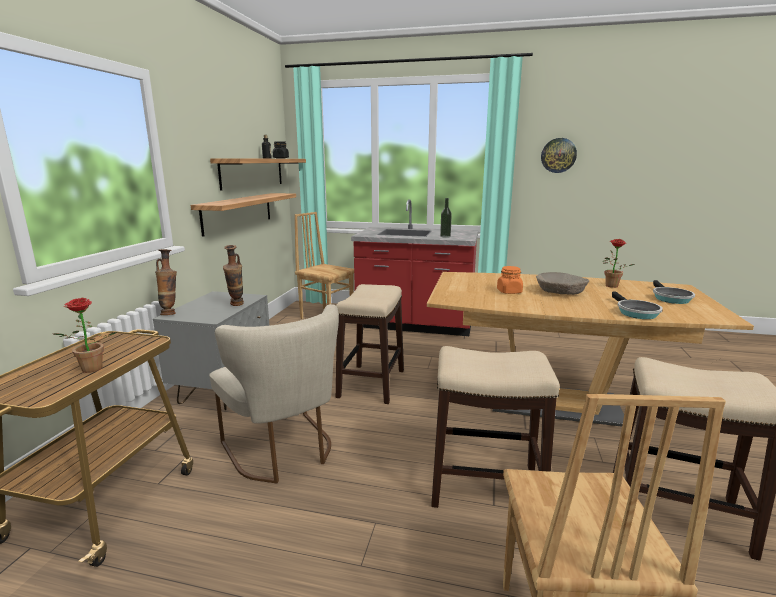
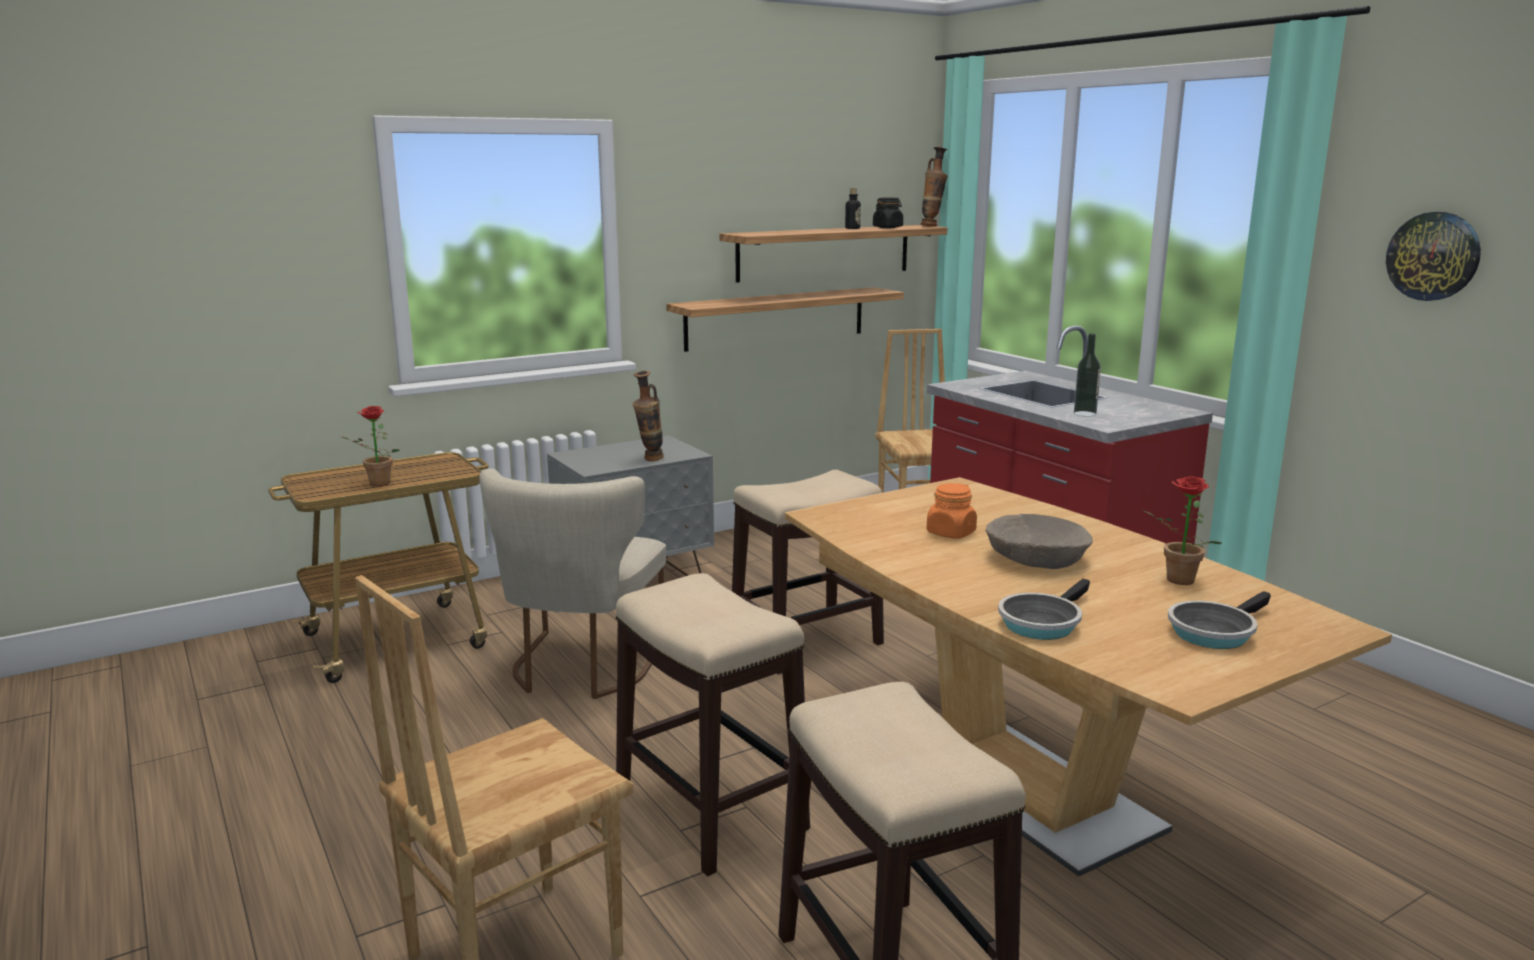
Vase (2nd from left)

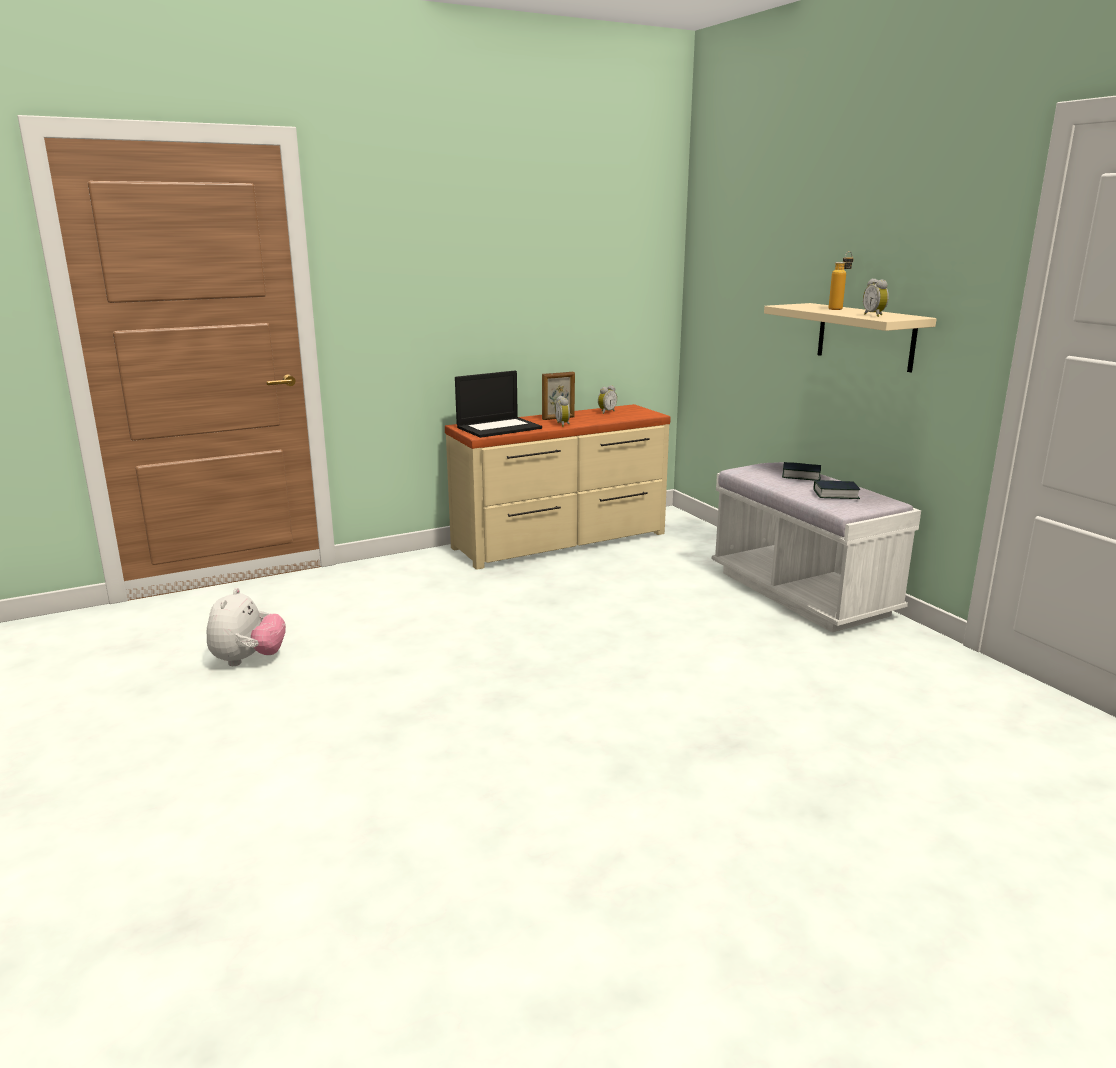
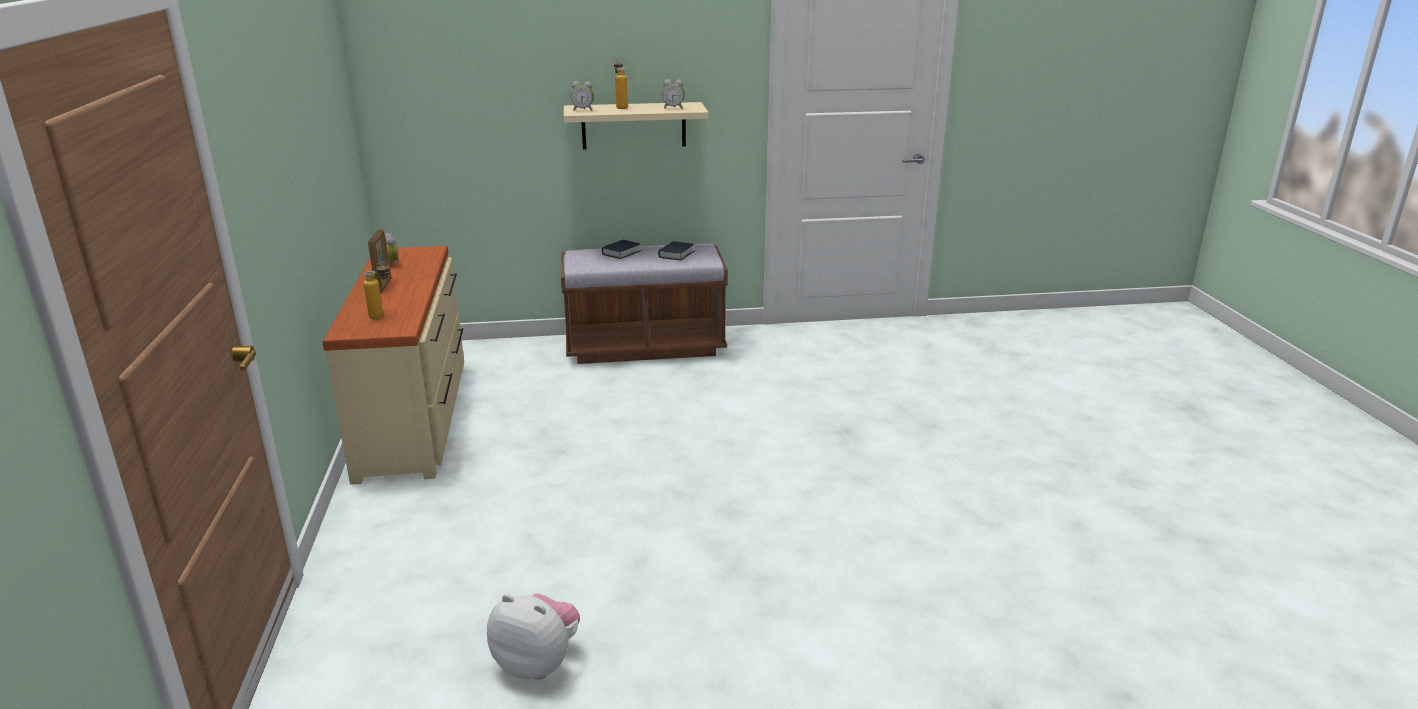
AlarmClock (2nd from left)
Bottle (1st from left)
BrownBench

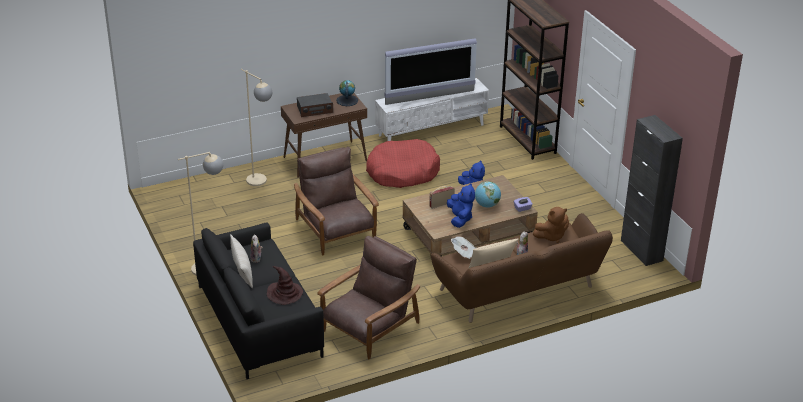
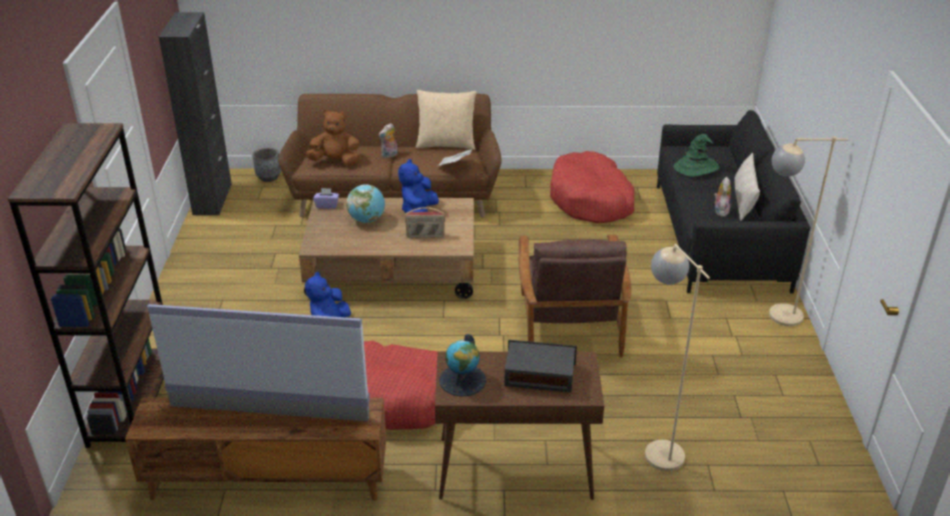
GreyPlanter
RedDogBed (2nd from left)
GreenHat
BrownTvStand

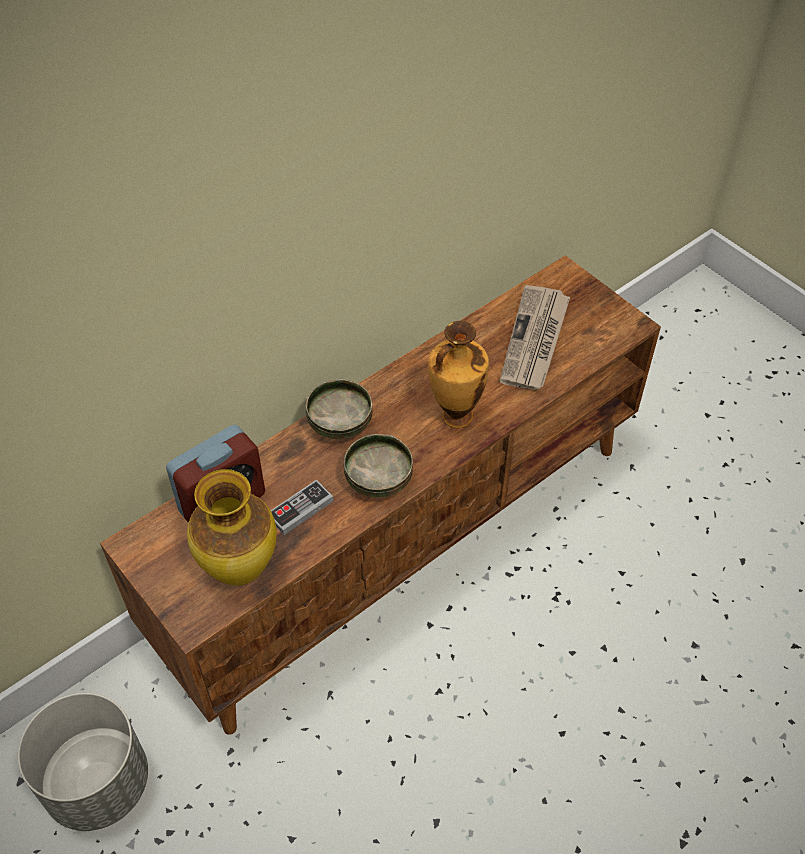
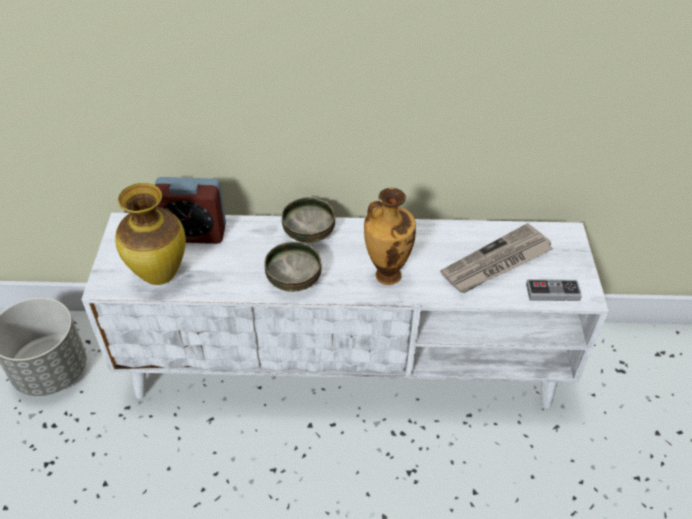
GameController
WhiteTvStand

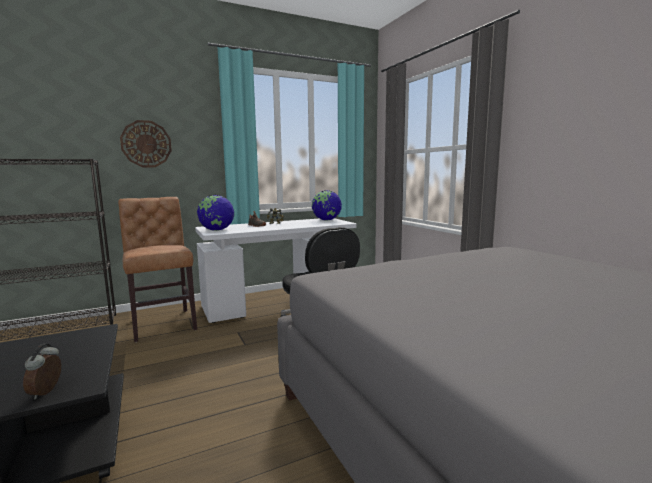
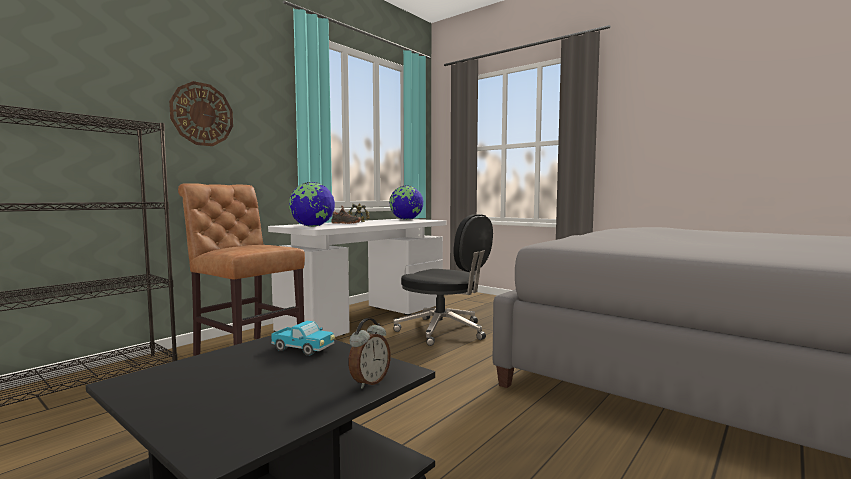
ToyTruck
AlarmClock

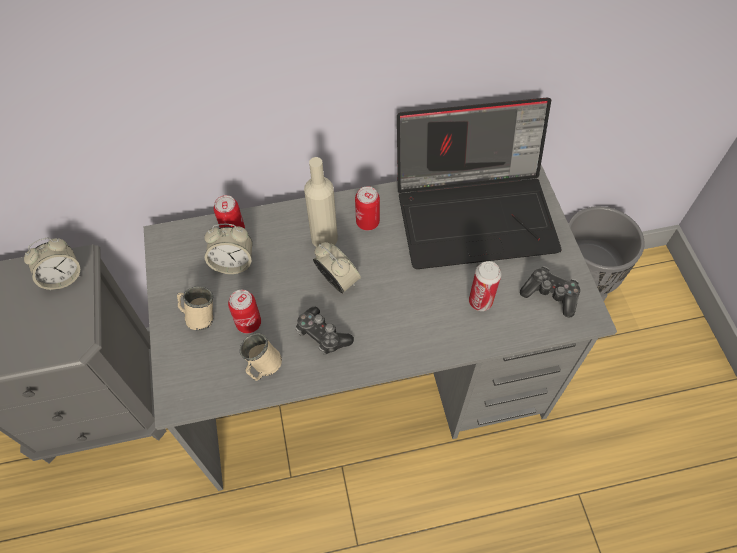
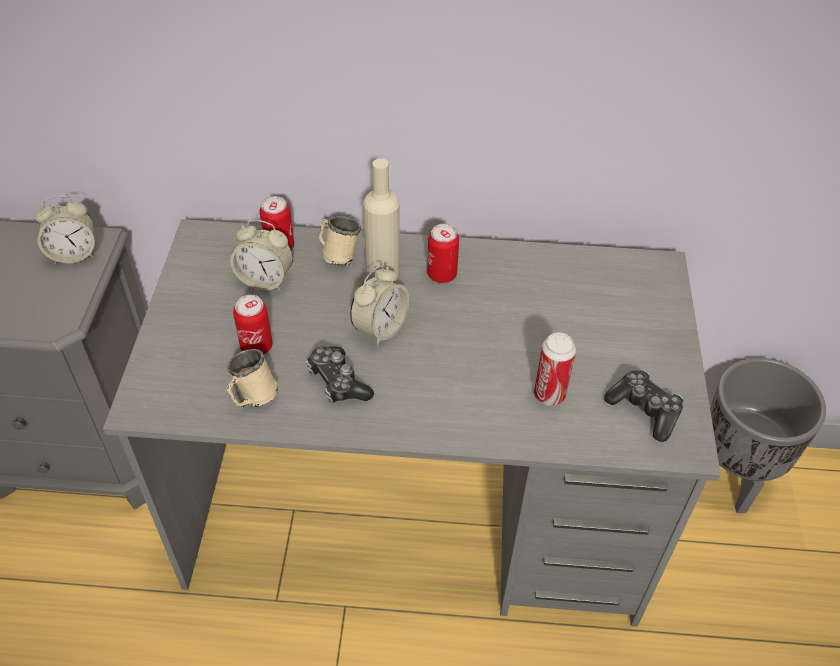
Laptop
BeigeMug (2nd from left)
AlarmClock (3rd from left)

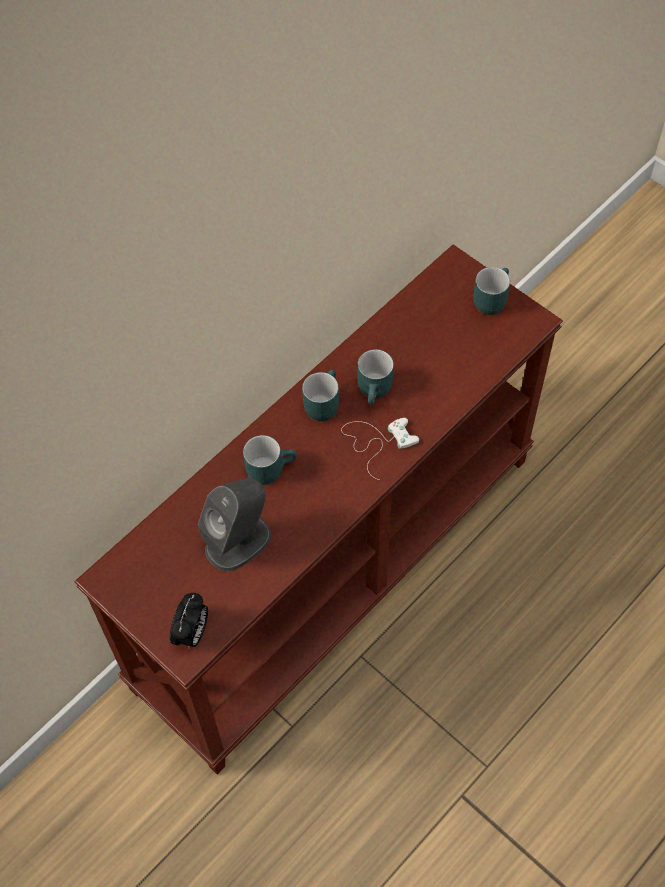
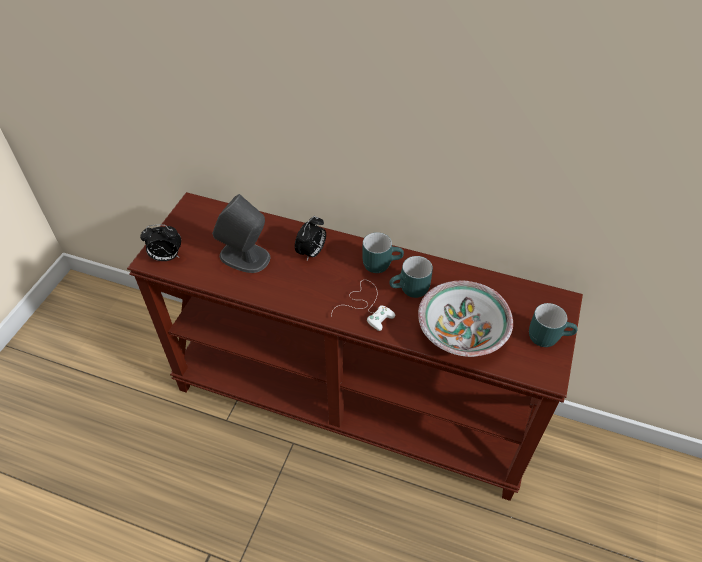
Bowl
AlarmClock (2nd from left)

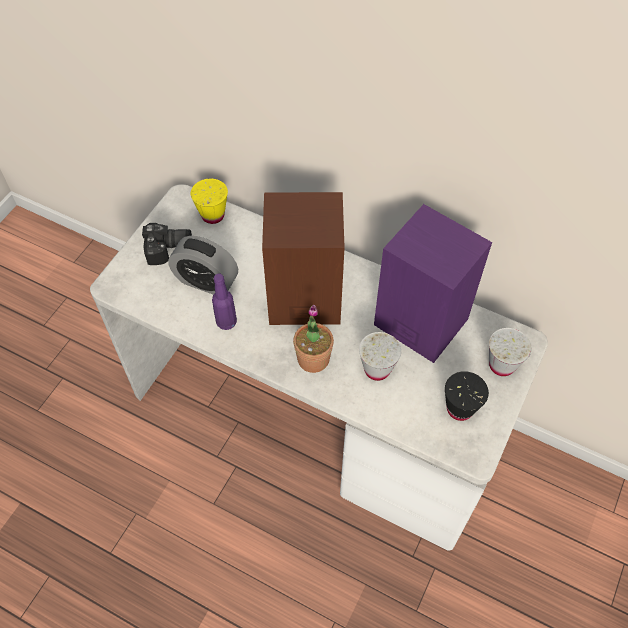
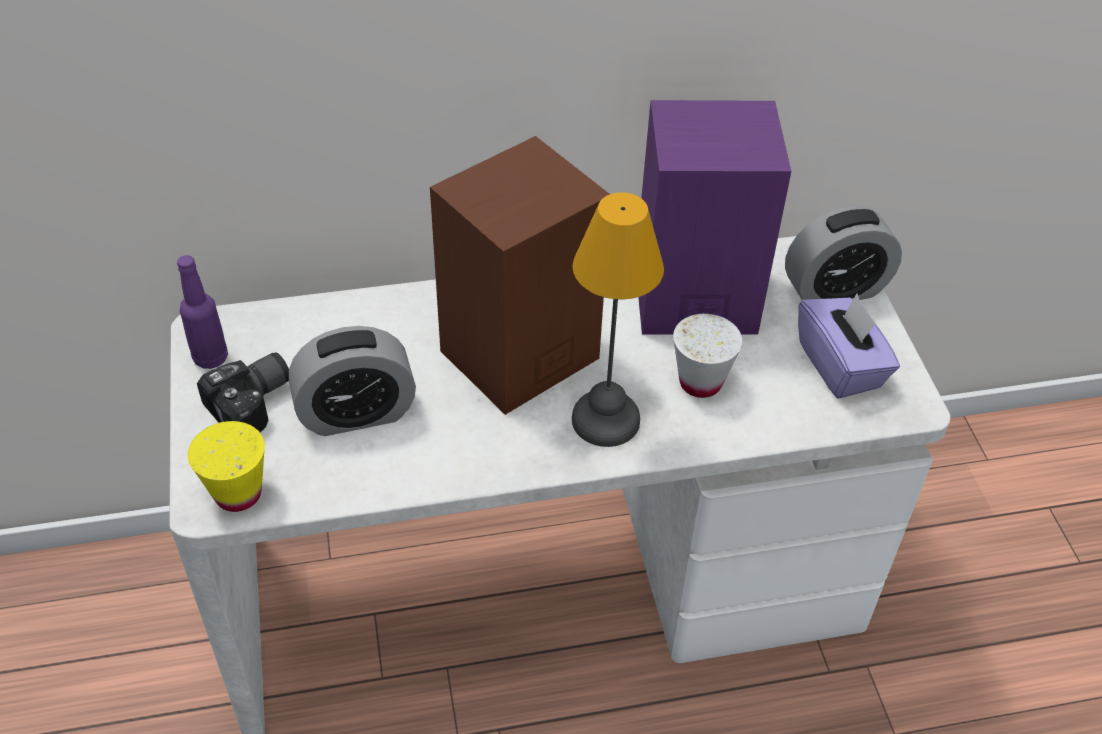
YellowCup
PurpleBottle
TableLamp
PurpleTissueBox
AlarmClock (2nd from left)

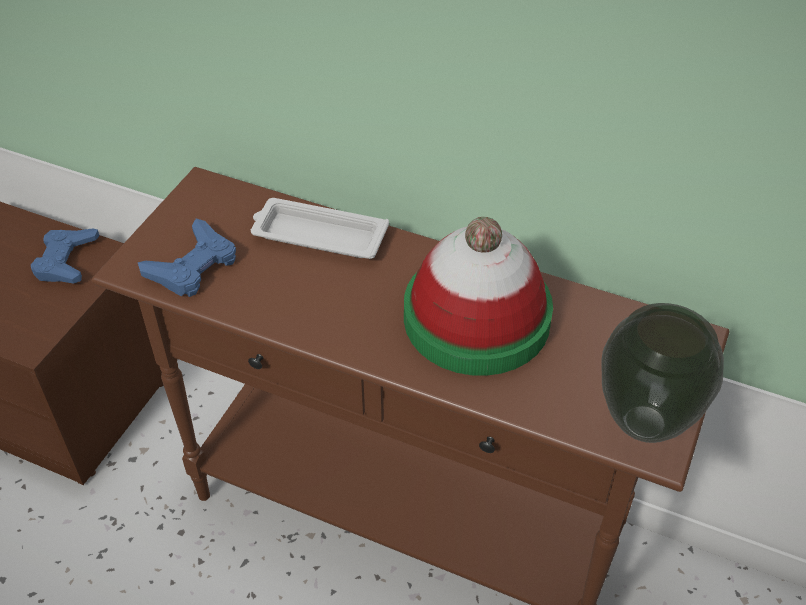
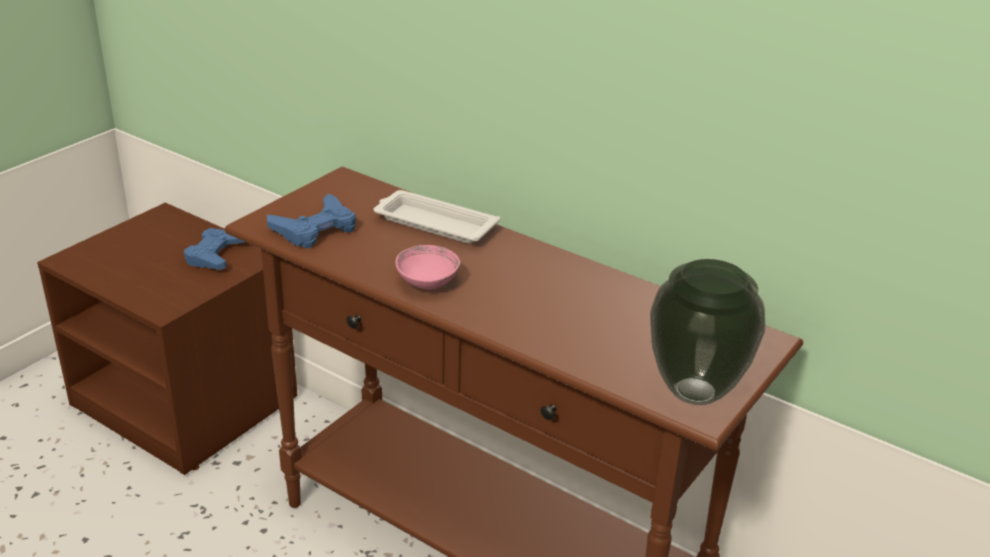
Hat
PinkBowl

